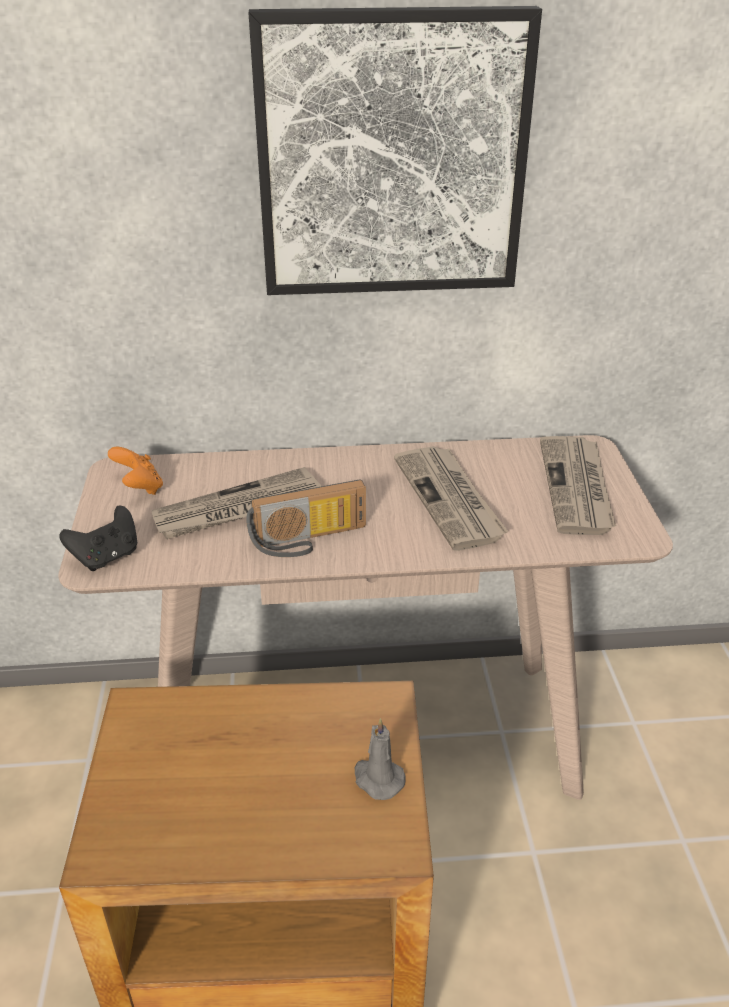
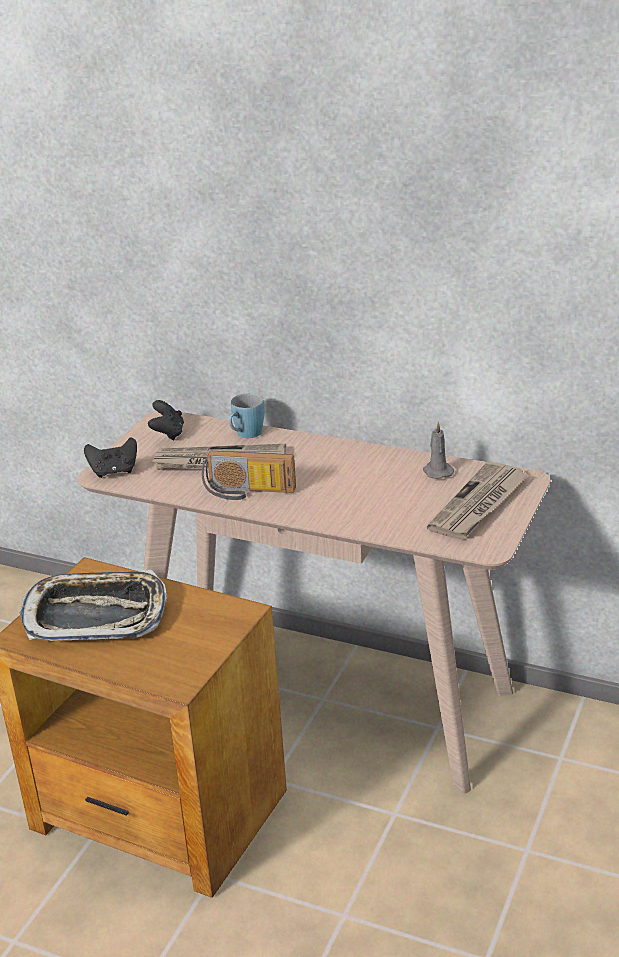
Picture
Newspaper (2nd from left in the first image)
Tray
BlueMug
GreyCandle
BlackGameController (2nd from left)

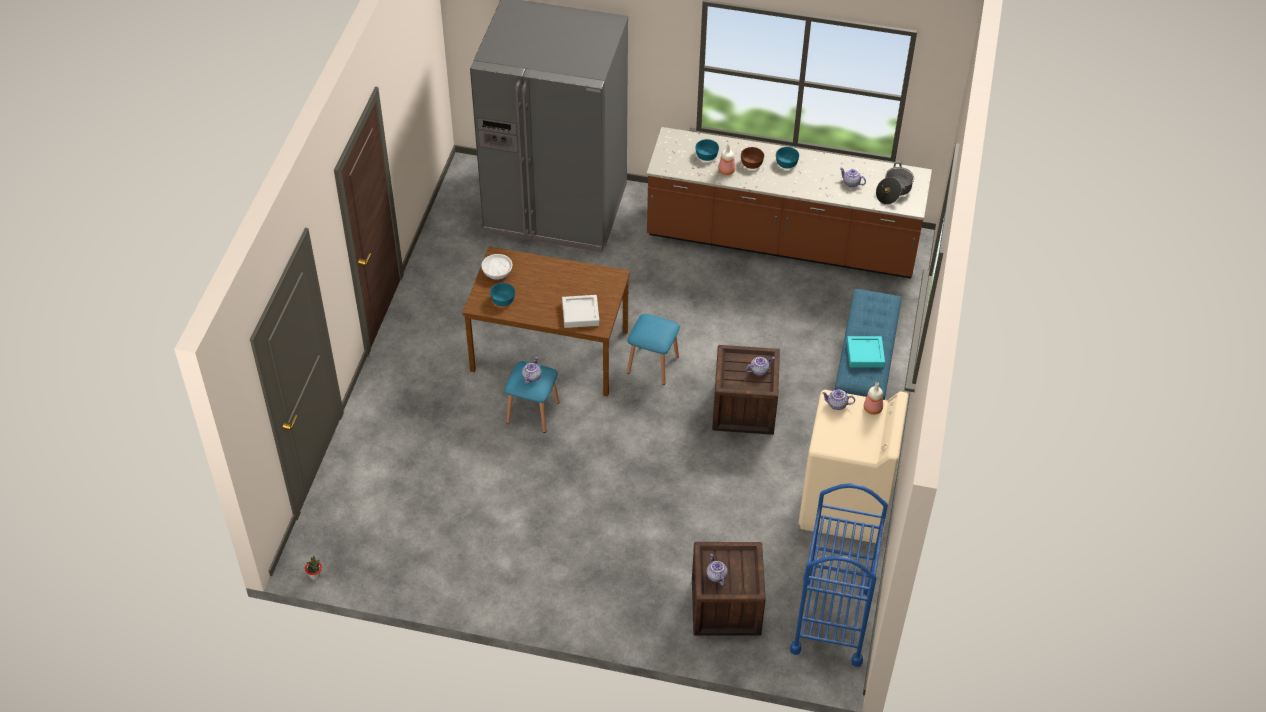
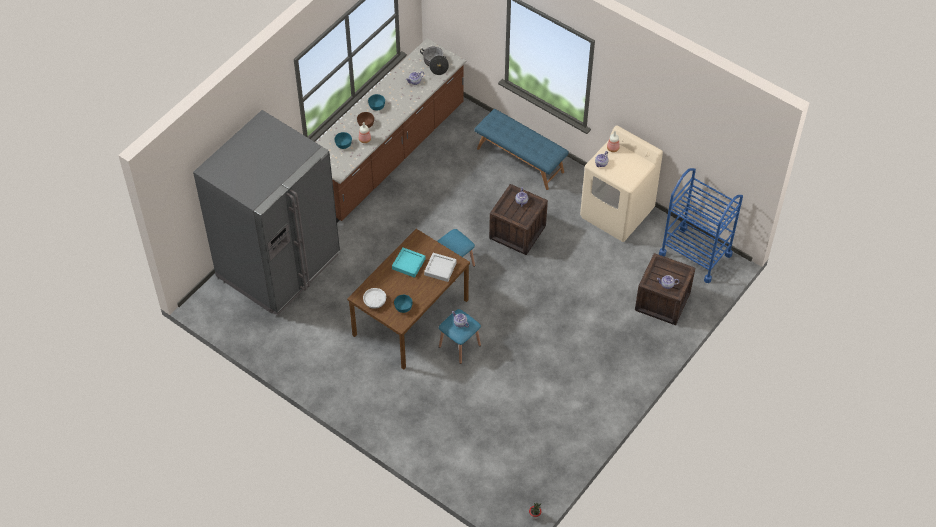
TurquoiseTray

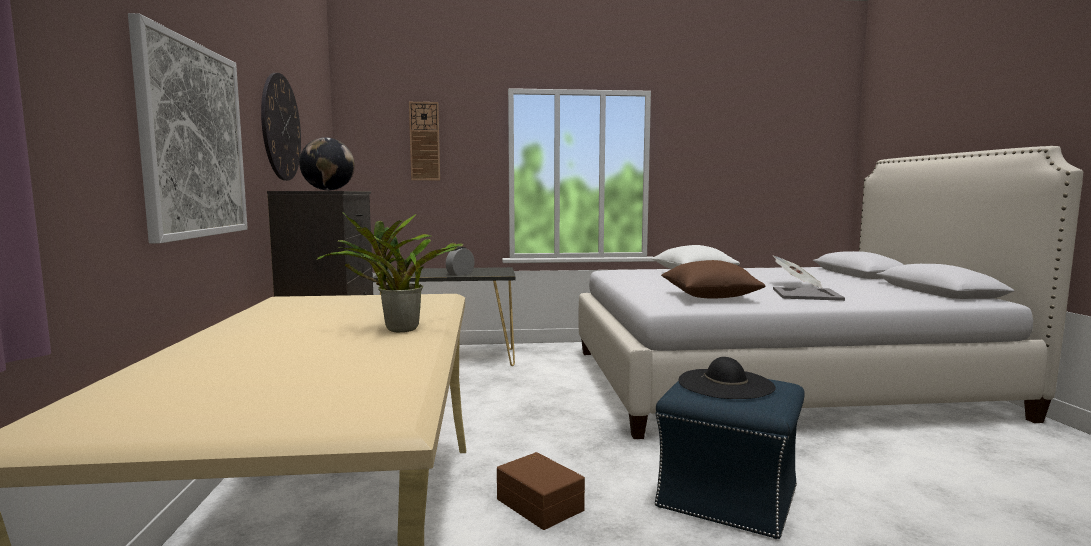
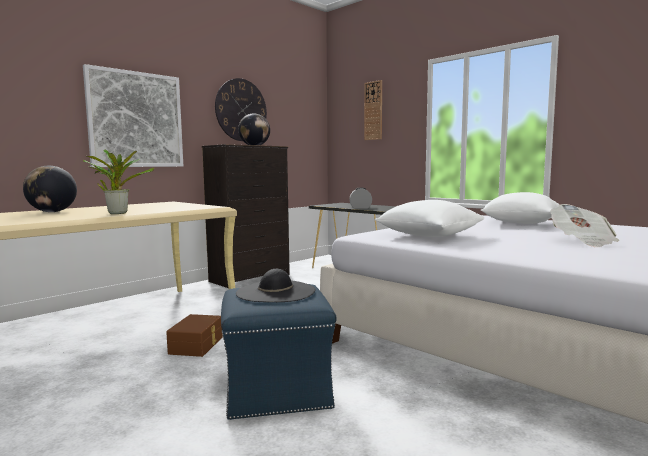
GreyTray
Globe (1st from left)
WhitePillow (1st from left)

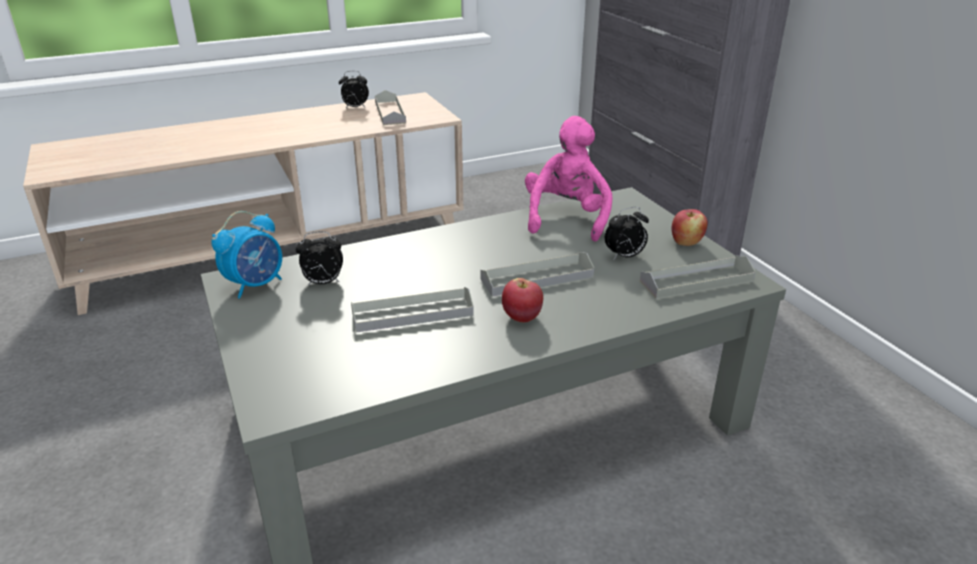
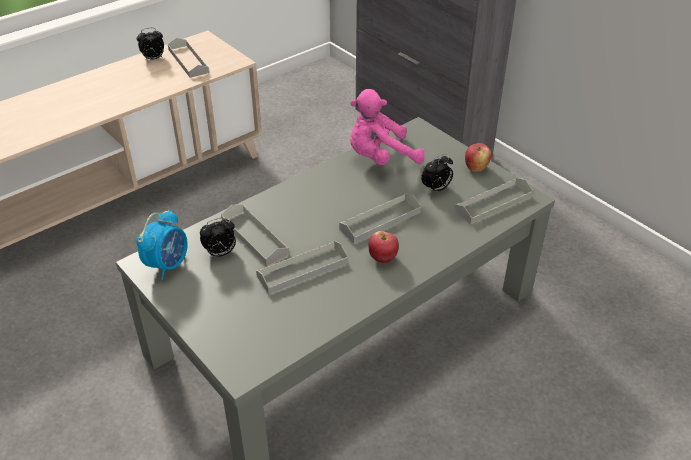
GreyTray (2nd from left)
PinkPlushToy

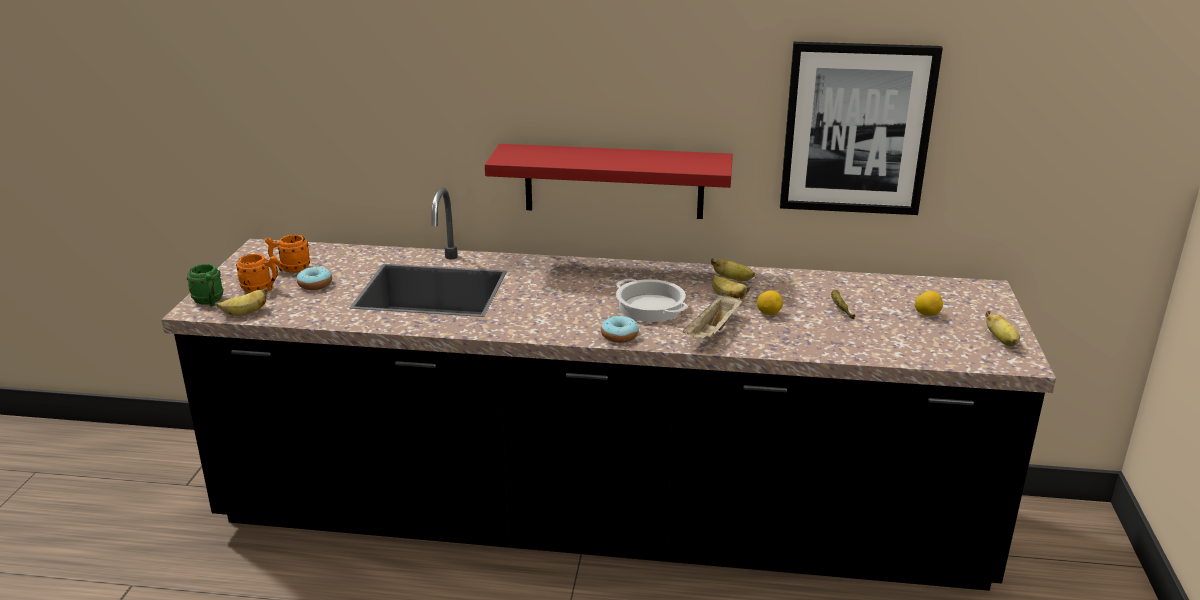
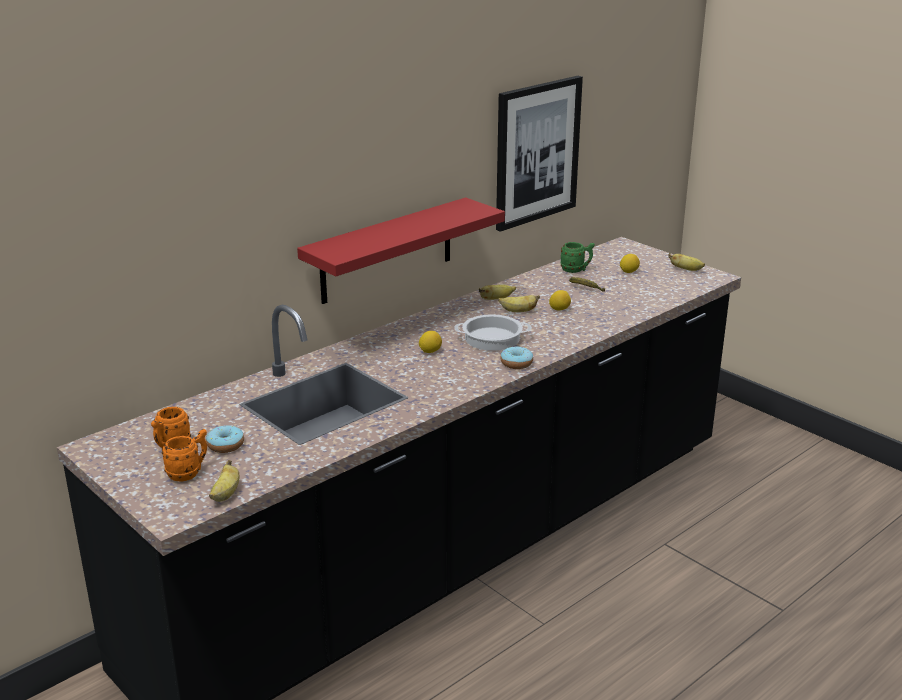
BeigeTray
Lemon (1st from left)
GreenMug

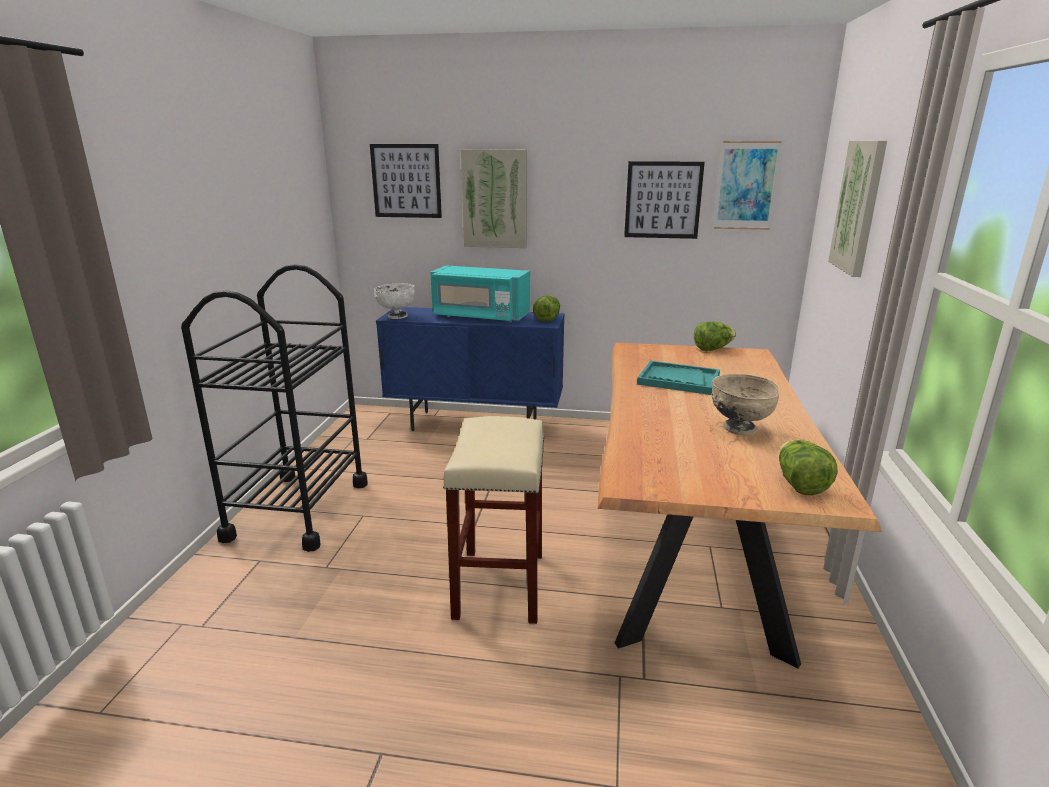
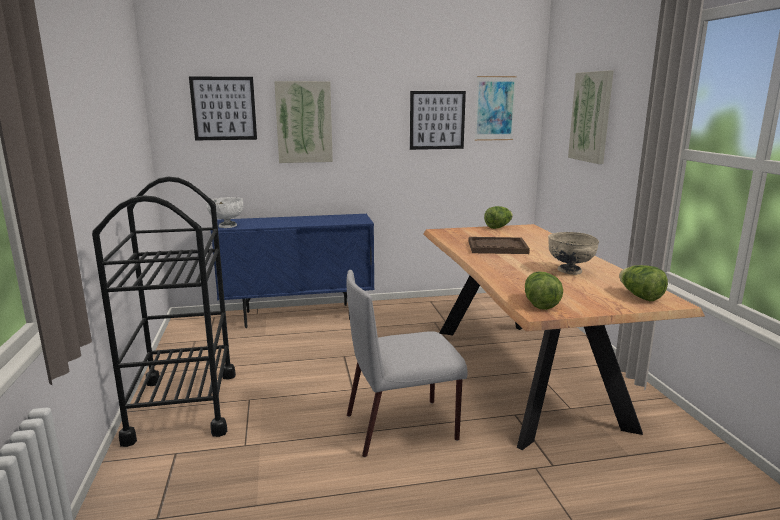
TurquoiseMicrowave
Lettuce (2nd from left)
GreyChair
BrownTray

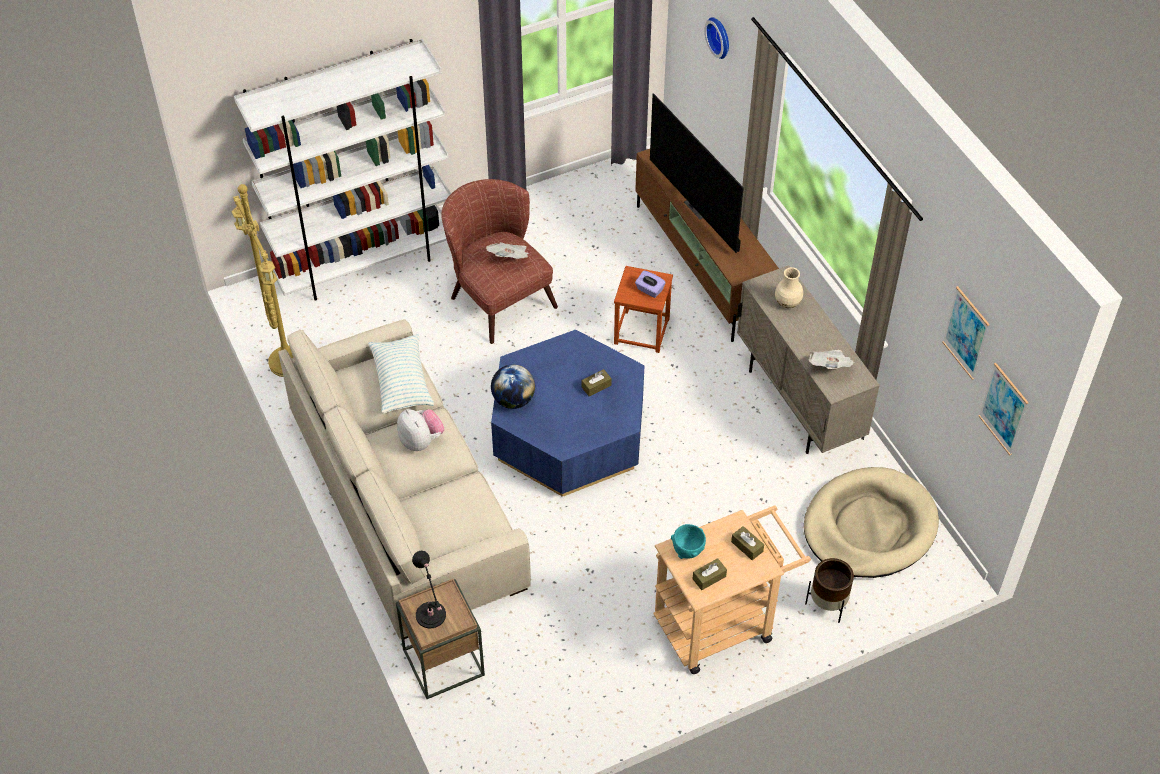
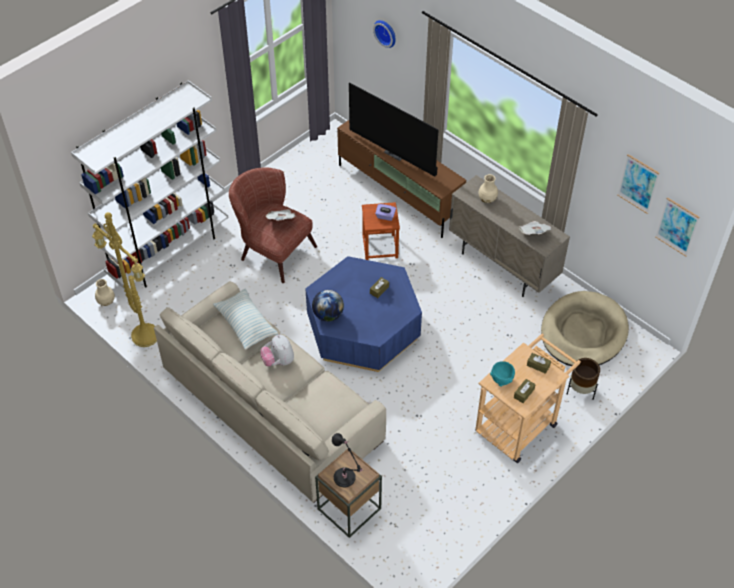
BeigeVase (1st from left)
PlushToy

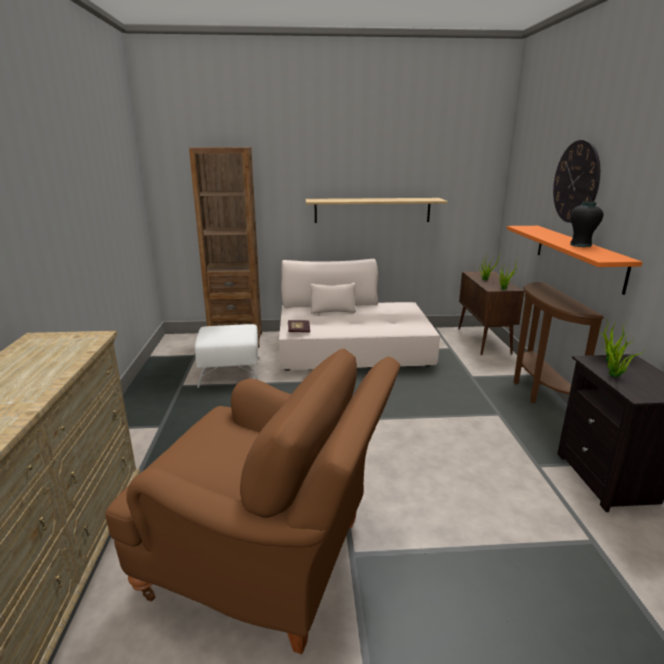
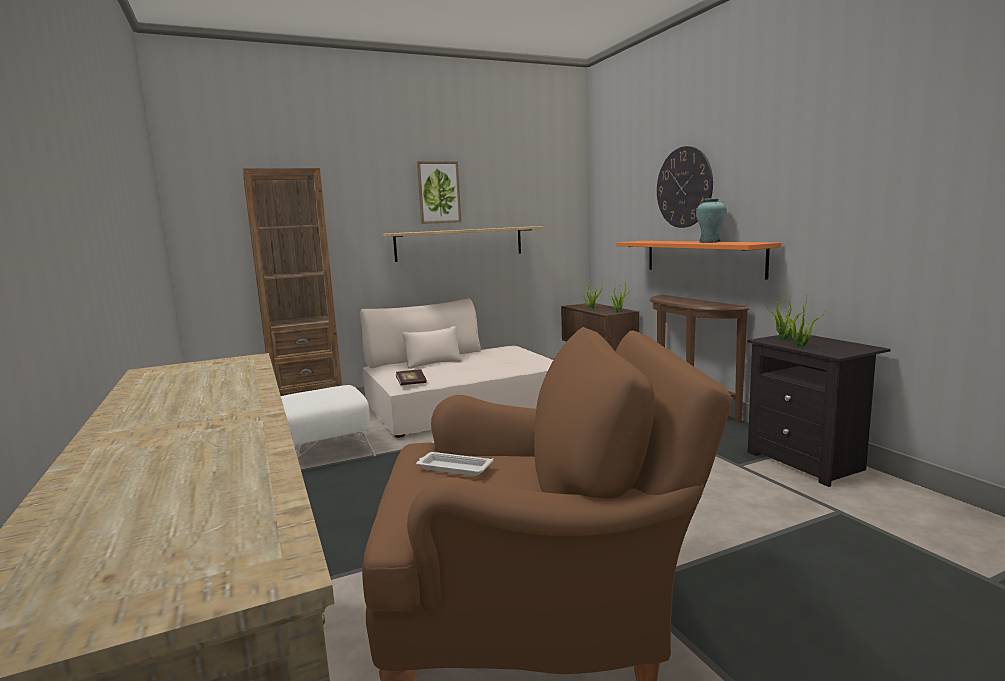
WhiteTray
Picture
TurquoiseVase

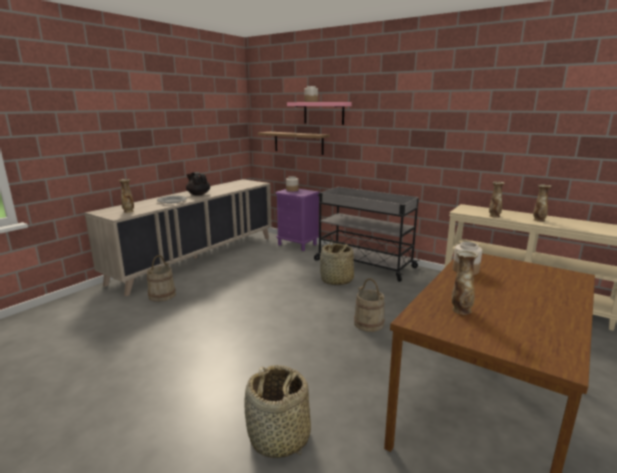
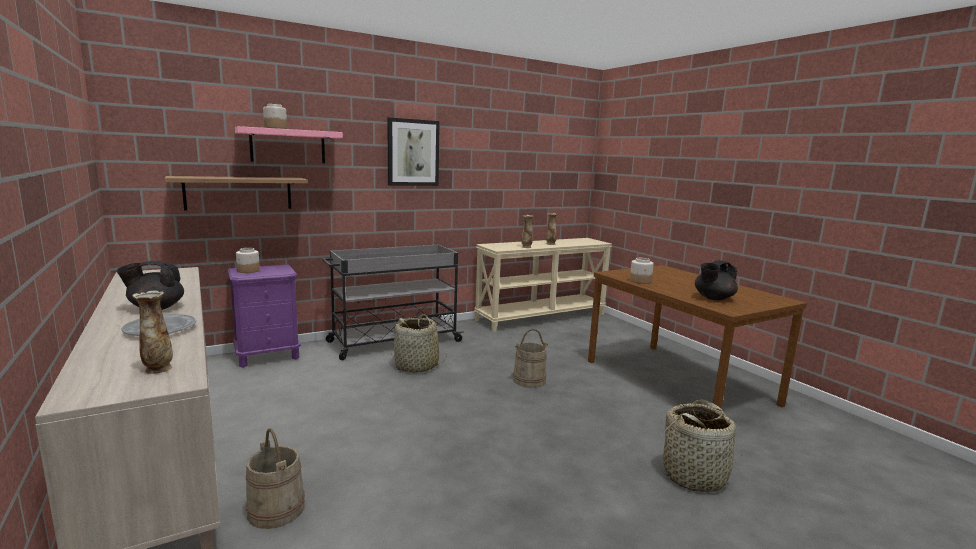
Picture
BlackTeapot (2nd from left)

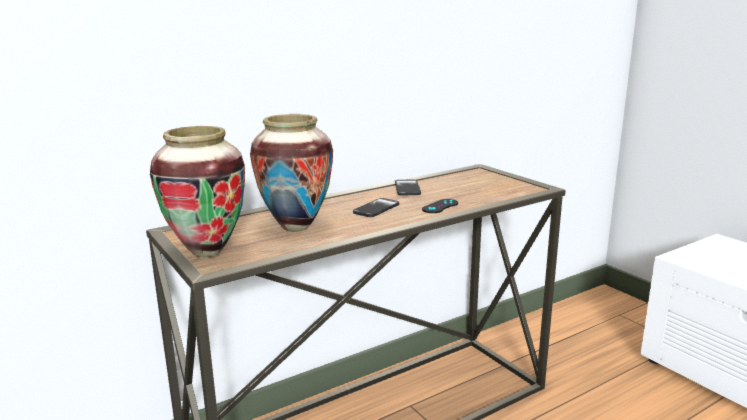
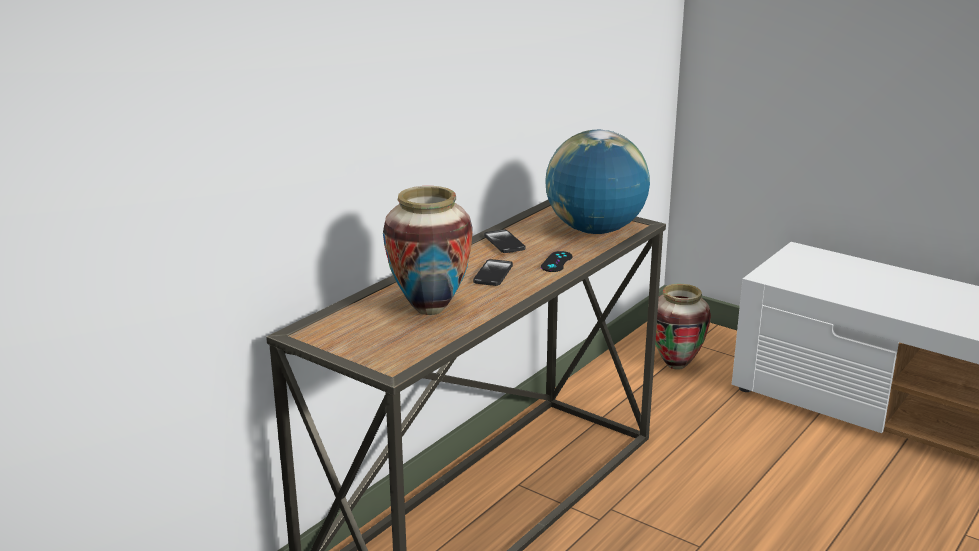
Globe
Vase (2nd from left)

